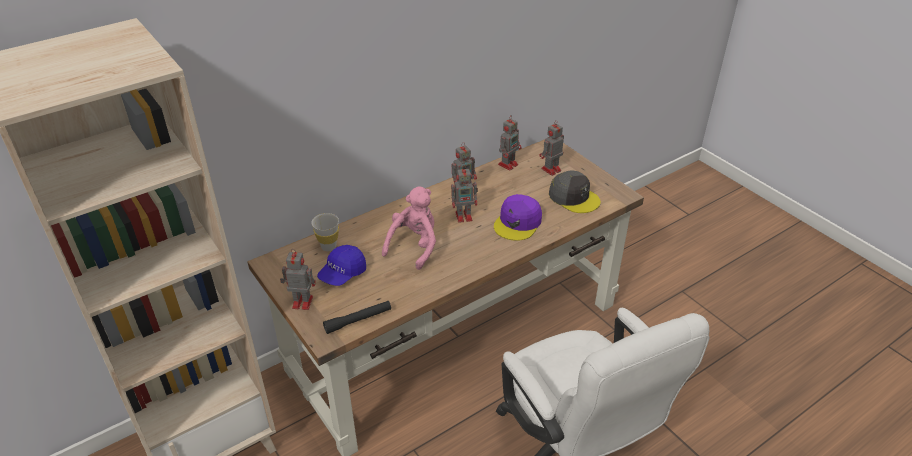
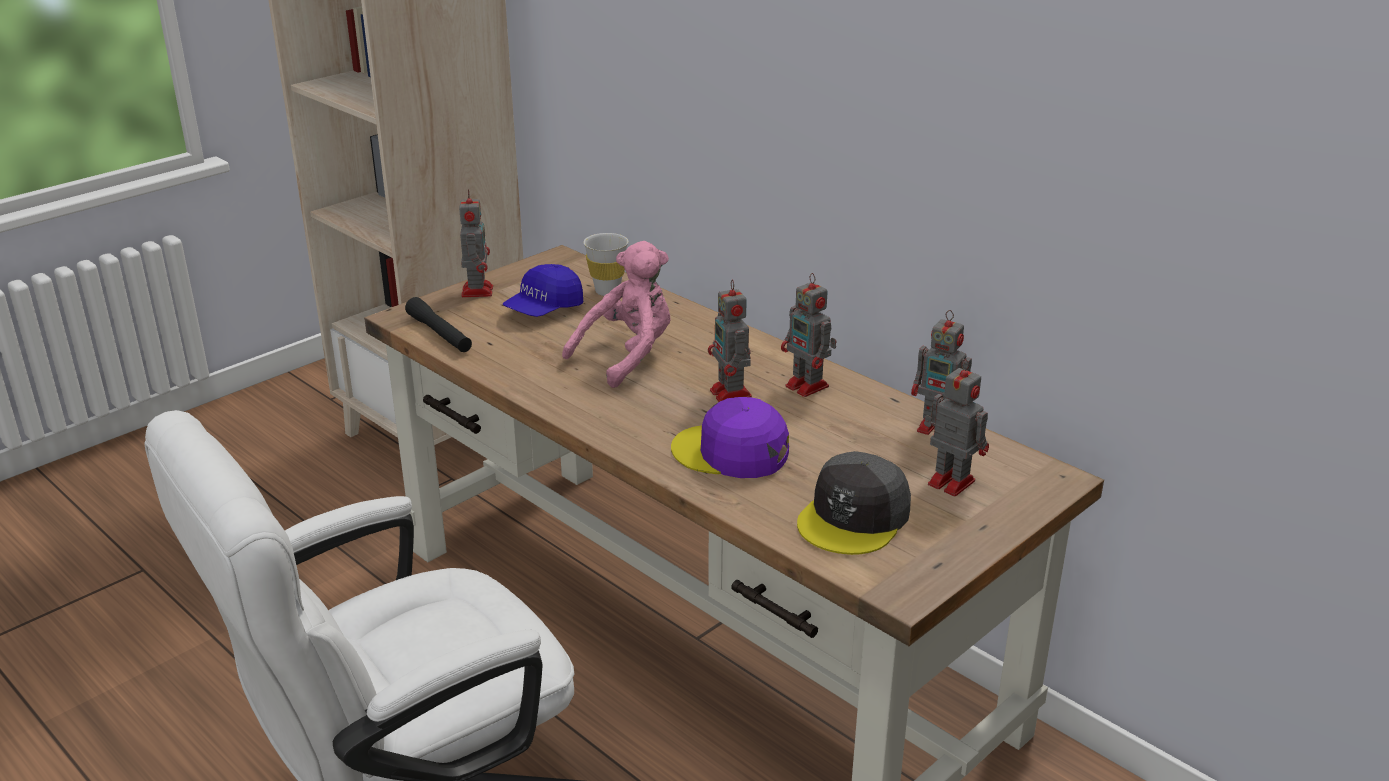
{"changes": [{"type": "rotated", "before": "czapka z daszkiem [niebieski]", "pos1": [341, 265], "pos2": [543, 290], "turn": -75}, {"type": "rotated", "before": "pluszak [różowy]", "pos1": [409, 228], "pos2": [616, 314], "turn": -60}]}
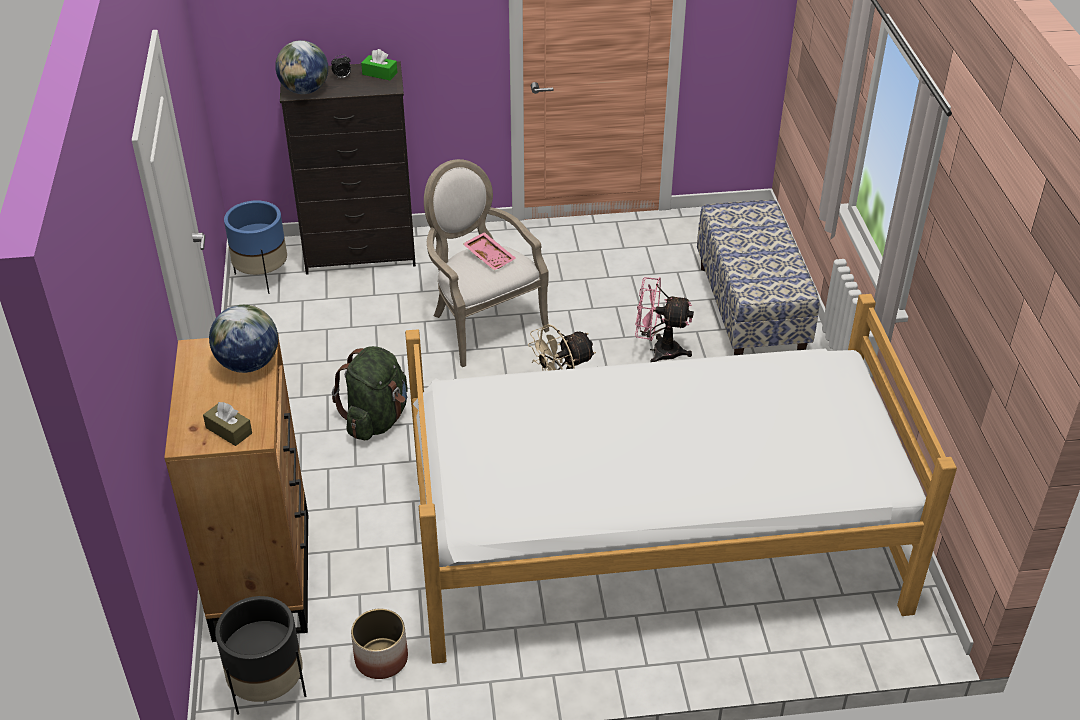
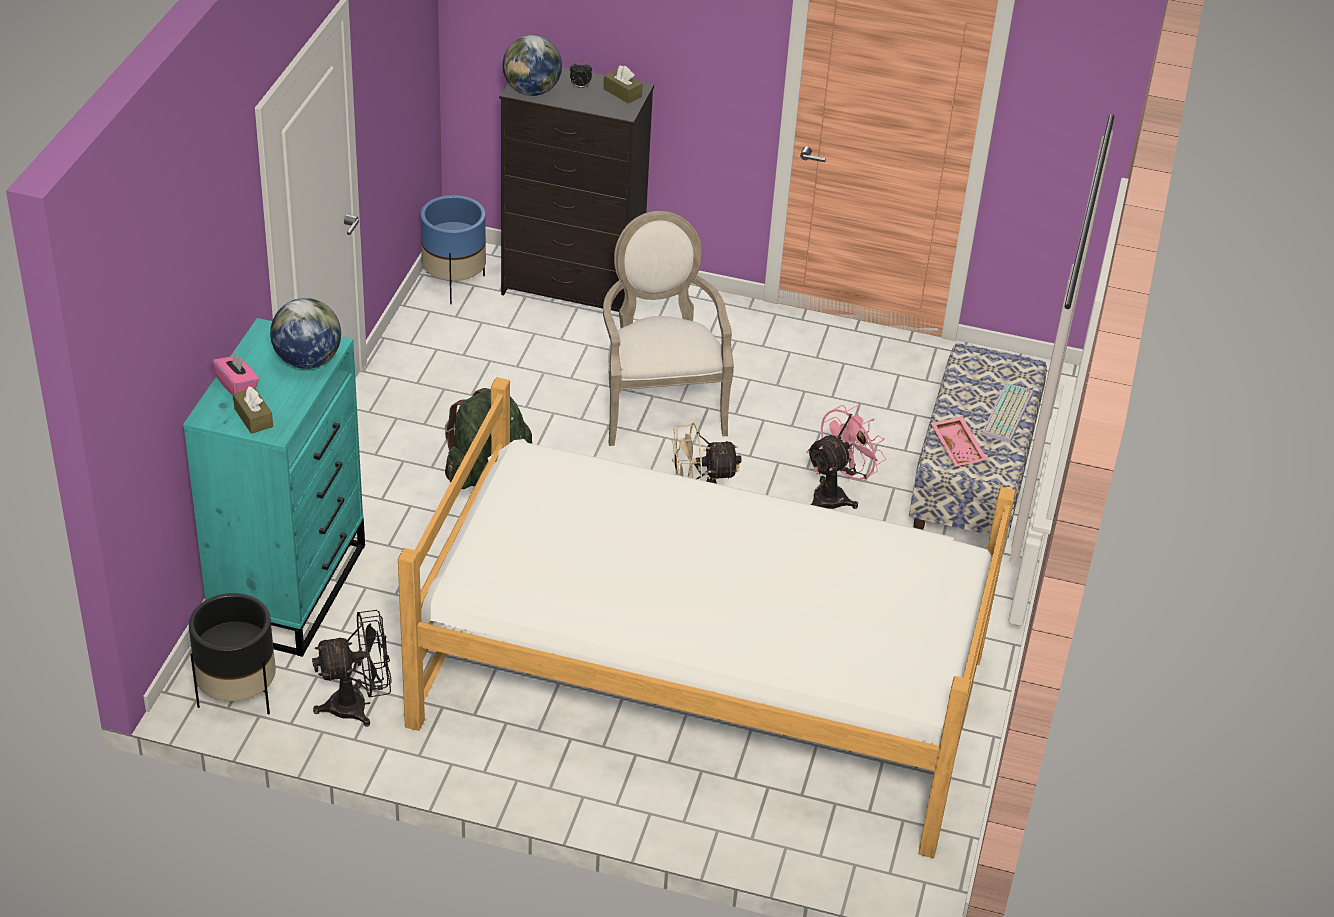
{"changes": [{"type": "repainted", "before": "komoda [brązowy]", "after": "komoda [turkusowy]", "pos1": [236, 489], "pos2": [274, 487]}, {"type": "swapped", "before": "donica", "after": "wentylator [czarny]", "pos1": [379, 643], "pos2": [352, 668]}, {"type": "repainted", "before": "pudełko chusteczek [zielony]", "after": "pudełko chusteczek [brązowy]", "pos1": [379, 64], "pos2": [623, 84]}, {"type": "shifted", "before": "taca [różowy]", "pos1": [489, 251], "pos2": [959, 442]}, {"type": "rotated", "before": "wentylator [różowy]", "pos1": [664, 319], "pos2": [846, 457], "turn": 105}, {"type": "new", "after": "pudełko chusteczek [różowy]", "pos2": [235, 374]}, {"type": "new", "after": "klawiatura", "pos2": [1007, 413]}]}
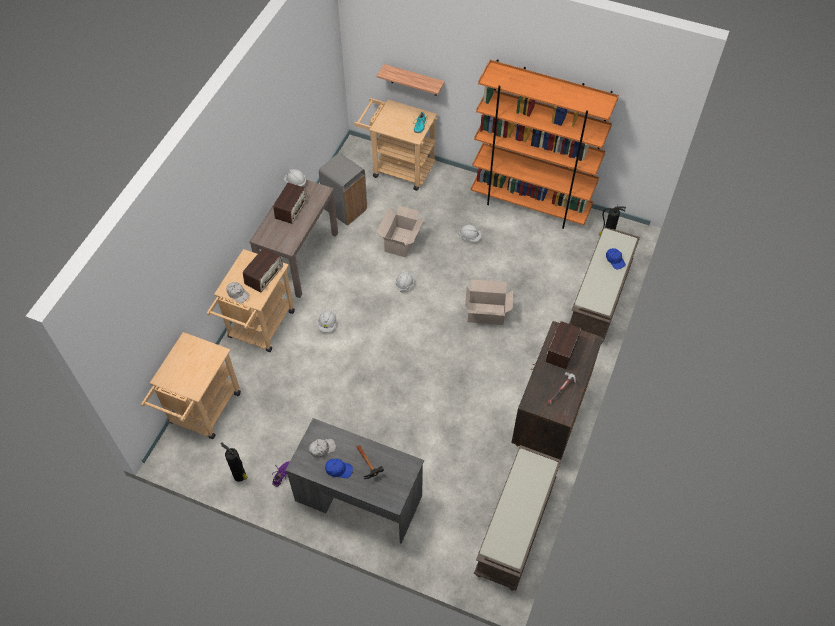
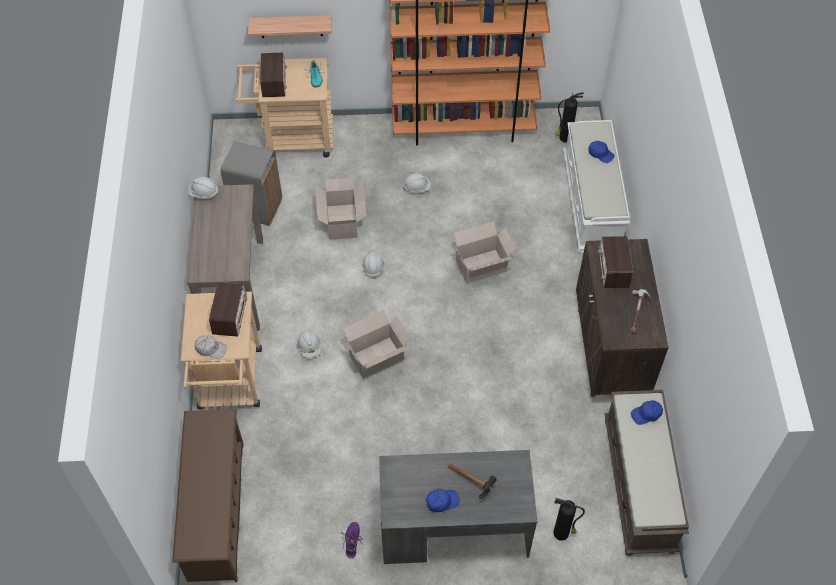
{"changes": [{"type": "swapped", "before": "wózek [beżowy]", "after": "regał na buty [brązowy]", "pos1": [191, 385], "pos2": [207, 495]}, {"type": "shifted", "before": "gaśnica", "pos1": [234, 462], "pos2": [569, 519]}, {"type": "shifted", "before": "radio", "pos1": [290, 203], "pos2": [273, 75]}, {"type": "gone", "before": "czapka z daszkiem [biały]", "pos1": [322, 448]}, {"type": "repainted", "before": "ławka [brązowy]", "after": "ławka [biały]", "pos1": [604, 285], "pos2": [596, 187]}, {"type": "new", "after": "karton", "pos2": [377, 344]}, {"type": "new", "after": "czapka z daszkiem [niebieski]", "pos2": [647, 412]}]}
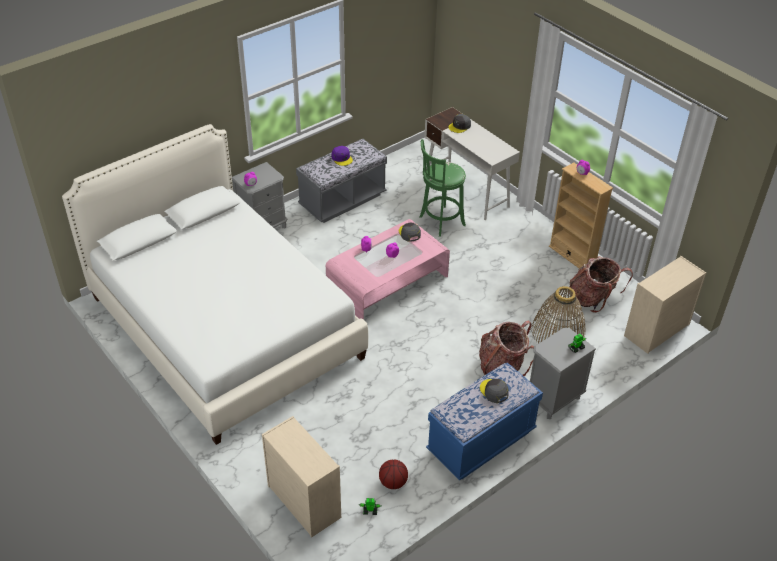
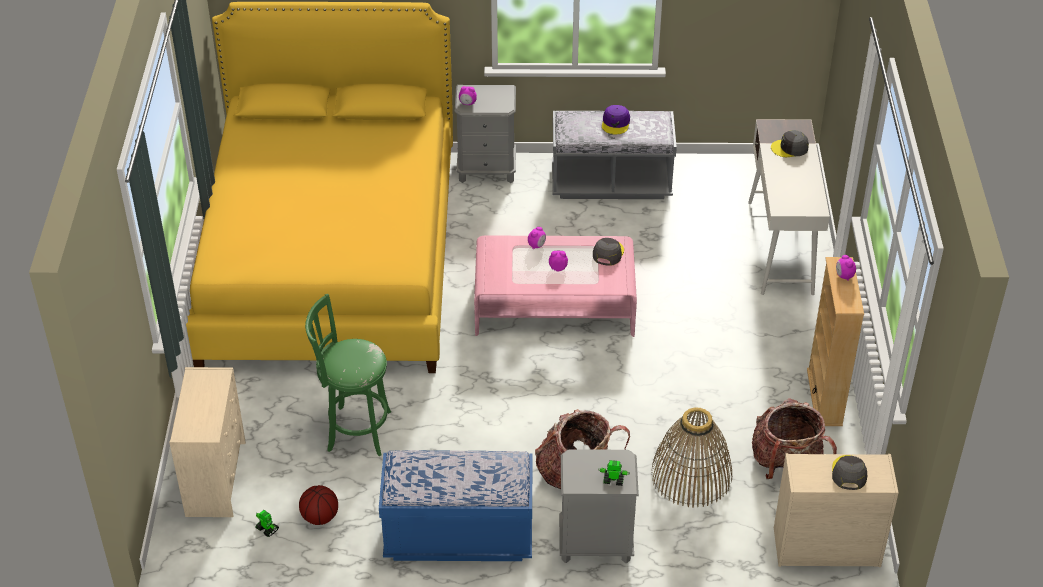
{"changes": [{"type": "repainted", "before": "łóżko [biały]", "after": "łóżko [żółty]", "pos1": [215, 284], "pos2": [319, 187]}, {"type": "shifted", "before": "stołek [zielony]", "pos1": [442, 188], "pos2": [348, 374]}, {"type": "shifted", "before": "czapka z daszkiem [szary]", "pos1": [494, 391], "pos2": [849, 472]}]}
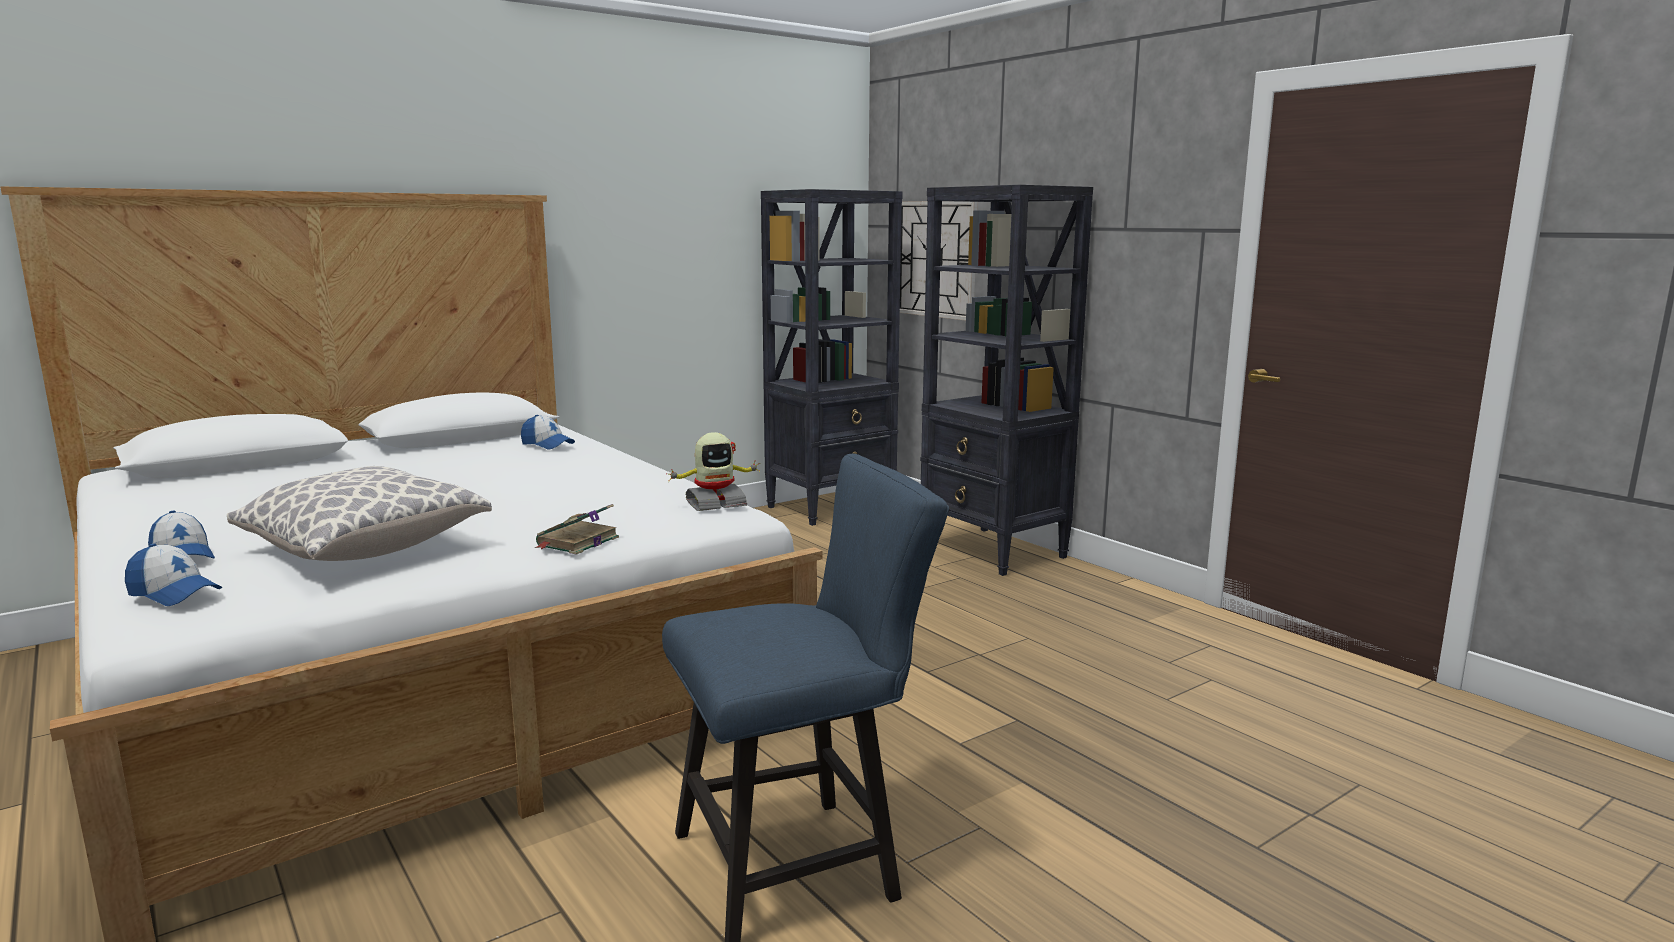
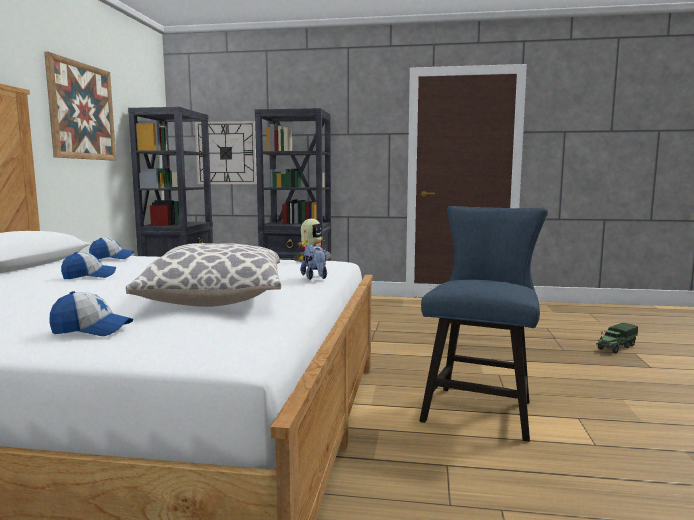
{"changes": [{"type": "shifted", "before": "czapka z daszkiem", "pos1": [173, 575], "pos2": [88, 265]}, {"type": "swapped", "before": "książka", "after": "pluszak", "pos1": [577, 529], "pos2": [313, 262]}, {"type": "new", "after": "obraz", "pos2": [80, 106]}, {"type": "new", "after": "ciężarówka zabawkowa", "pos2": [617, 338]}]}
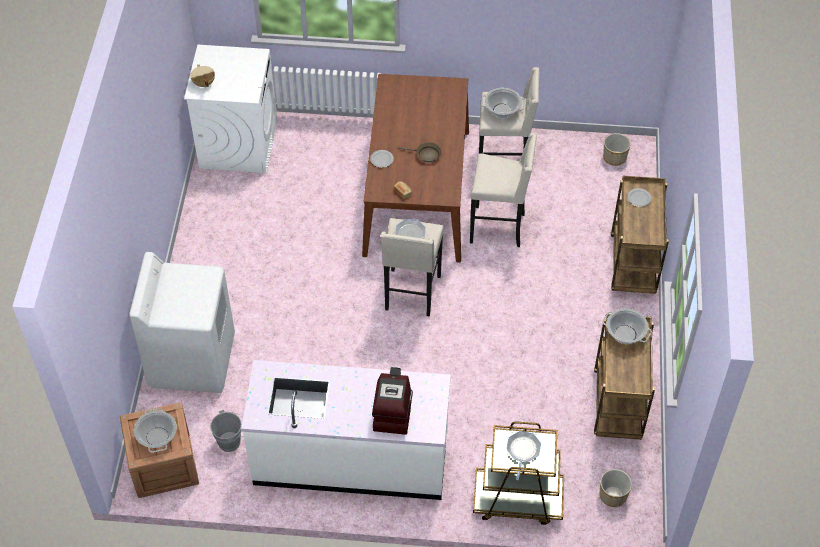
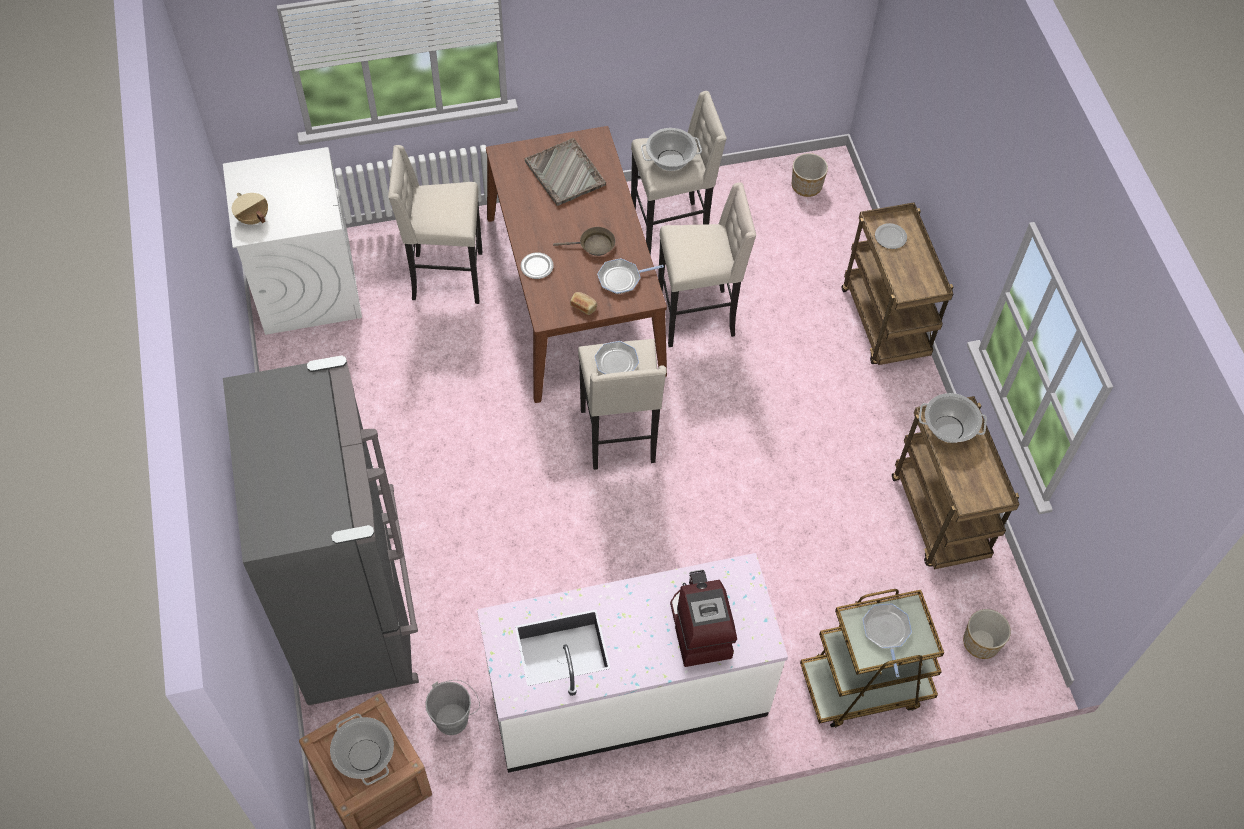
{"changes": [{"type": "swapped", "before": "pralka [biały]", "after": "lodówka [szary]", "pos1": [182, 322], "pos2": [321, 530]}, {"type": "new", "after": "stołek [beżowy]", "pos2": [435, 224]}, {"type": "new", "after": "taca [szary]", "pos2": [565, 172]}, {"type": "new", "after": "patelnia", "pos2": [630, 276]}]}
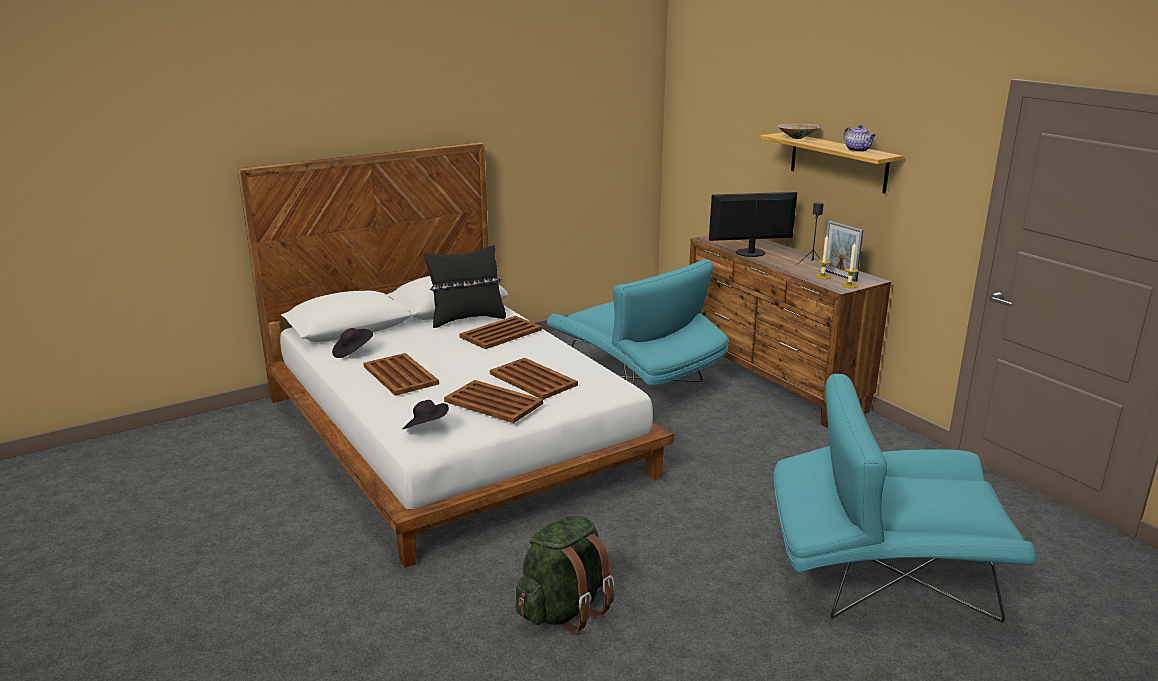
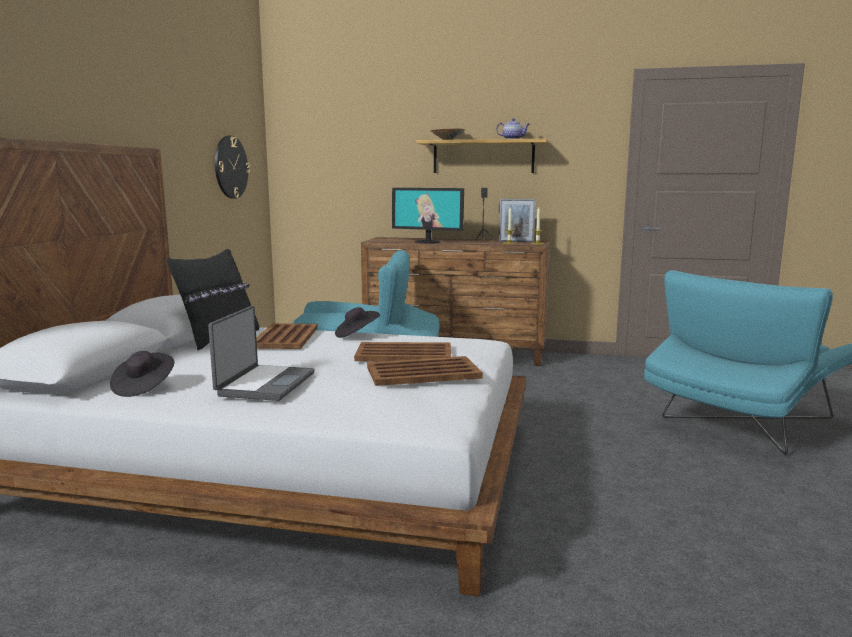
{"changes": [{"type": "swapped", "before": "taca [brązowy]", "after": "laptop", "pos1": [401, 374], "pos2": [261, 353]}, {"type": "shifted", "before": "kapelusz [czarny]", "pos1": [426, 414], "pos2": [357, 322]}, {"type": "gone", "before": "plecak [zielony]", "pos1": [565, 574]}, {"type": "rotated", "before": "monitor", "pos1": [753, 224], "pos2": [428, 215], "turn": -105}, {"type": "new", "after": "zegar ścienny", "pos2": [232, 167]}]}
